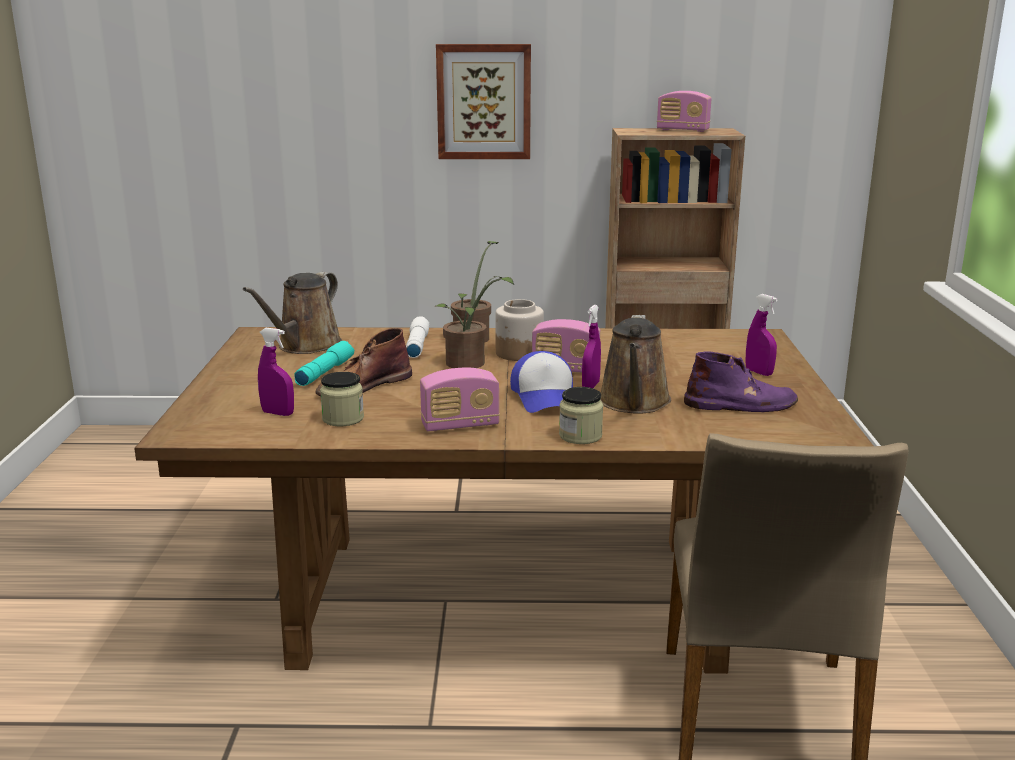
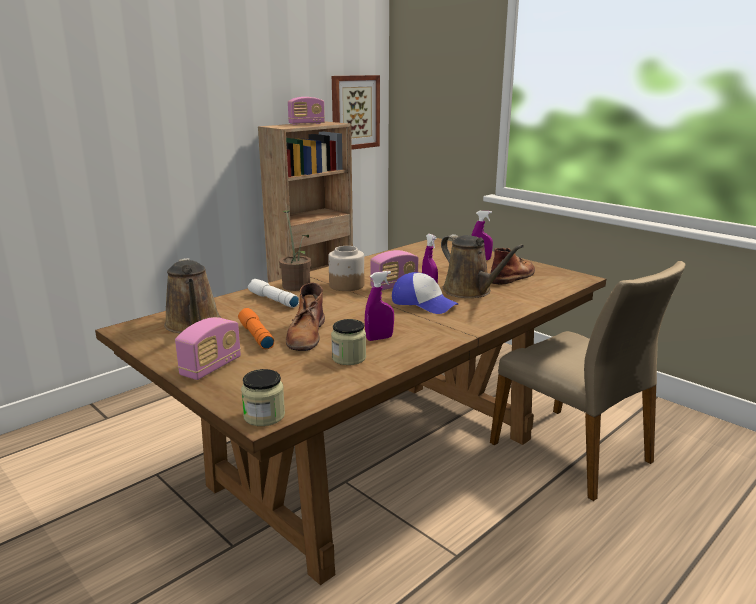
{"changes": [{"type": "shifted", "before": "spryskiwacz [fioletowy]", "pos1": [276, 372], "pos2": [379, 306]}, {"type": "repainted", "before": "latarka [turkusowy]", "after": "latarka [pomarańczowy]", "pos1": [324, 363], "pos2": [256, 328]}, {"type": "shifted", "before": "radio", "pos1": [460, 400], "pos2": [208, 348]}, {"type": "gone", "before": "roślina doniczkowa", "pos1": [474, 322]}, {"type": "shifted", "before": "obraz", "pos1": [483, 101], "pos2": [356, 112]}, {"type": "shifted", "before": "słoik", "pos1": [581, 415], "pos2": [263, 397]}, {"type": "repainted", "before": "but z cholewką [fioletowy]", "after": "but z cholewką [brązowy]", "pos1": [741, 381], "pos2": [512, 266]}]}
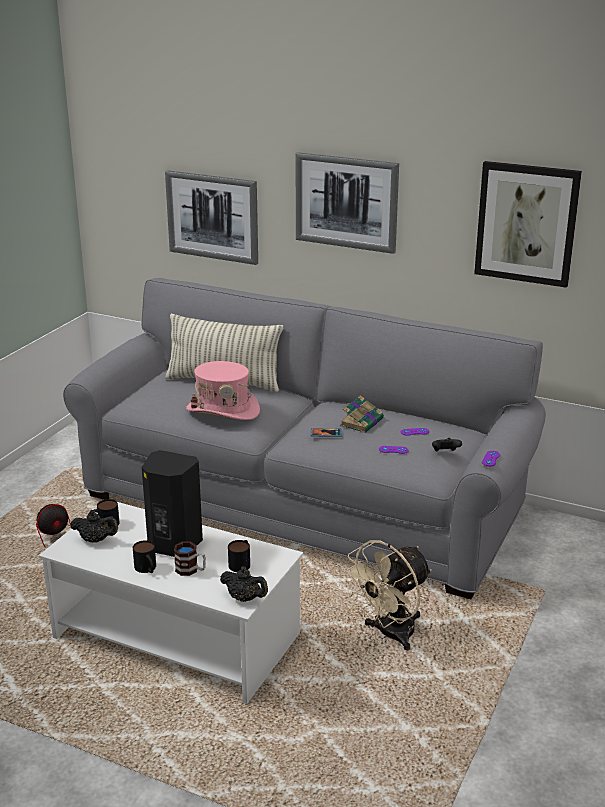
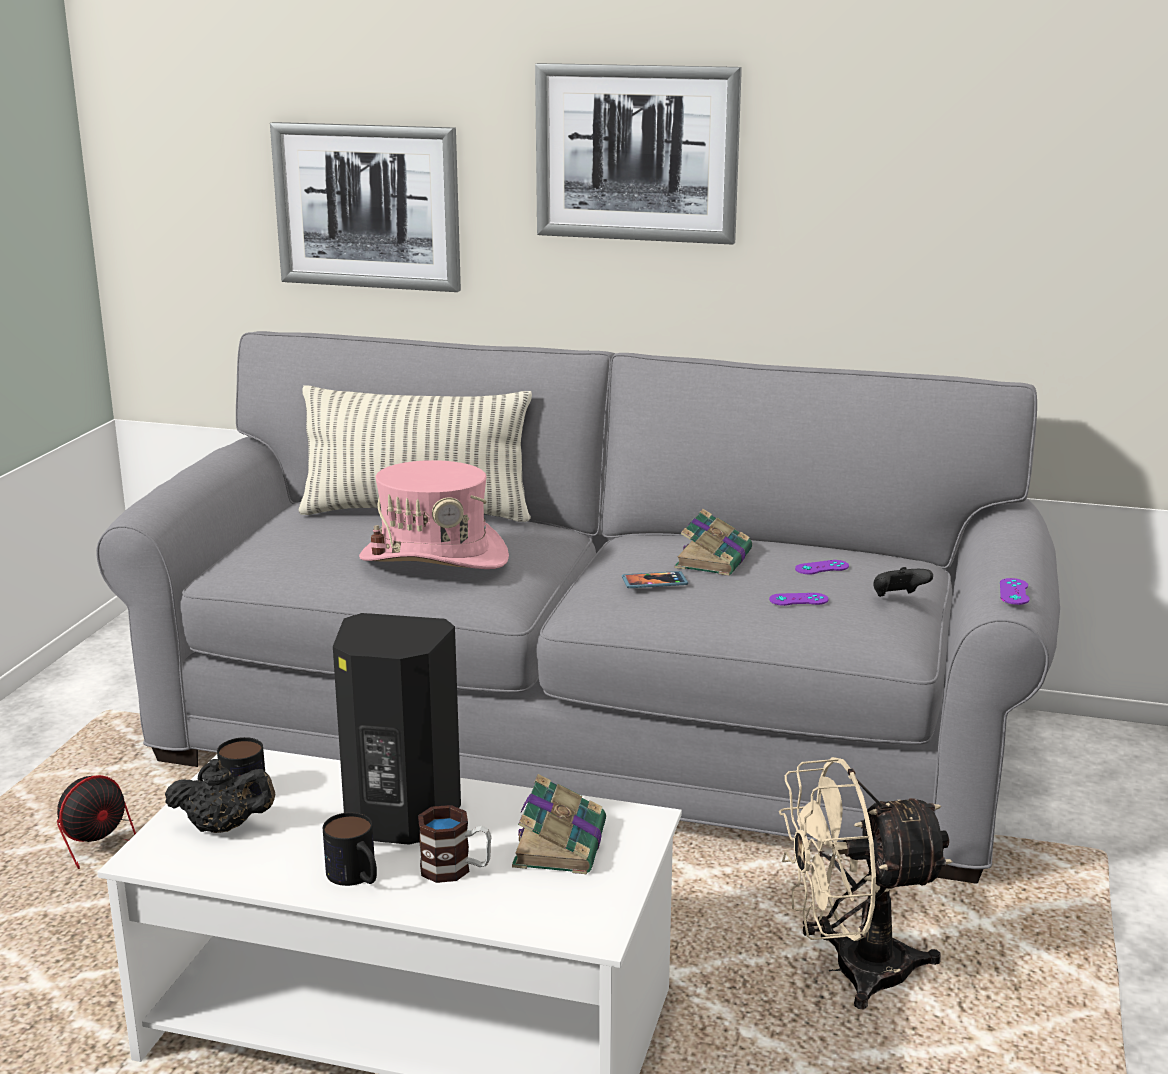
{"changes": [{"type": "gone", "before": "imbryk [czarny]", "pos1": [244, 584]}, {"type": "swapped", "before": "kubek", "after": "książka", "pos1": [239, 556], "pos2": [559, 824]}, {"type": "rotated", "before": "wentylator [beżowy]", "pos1": [387, 595], "pos2": [865, 883], "turn": 45}, {"type": "gone", "before": "obraz", "pos1": [528, 224]}]}
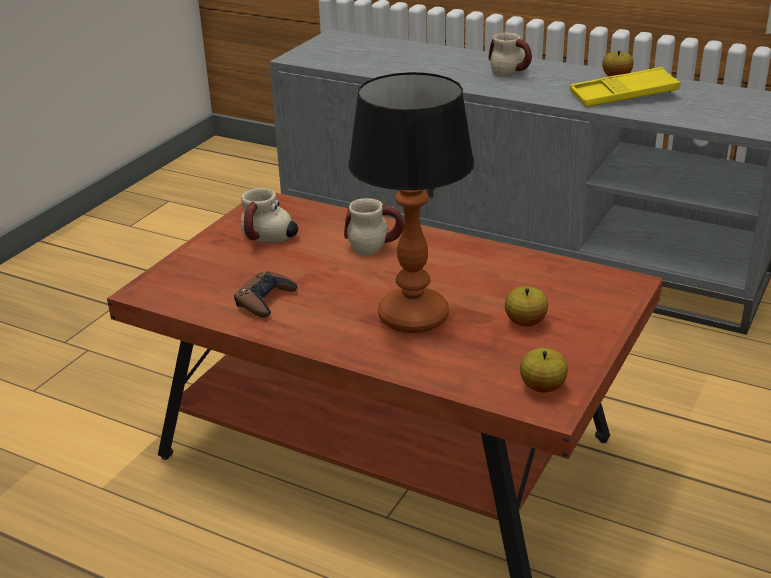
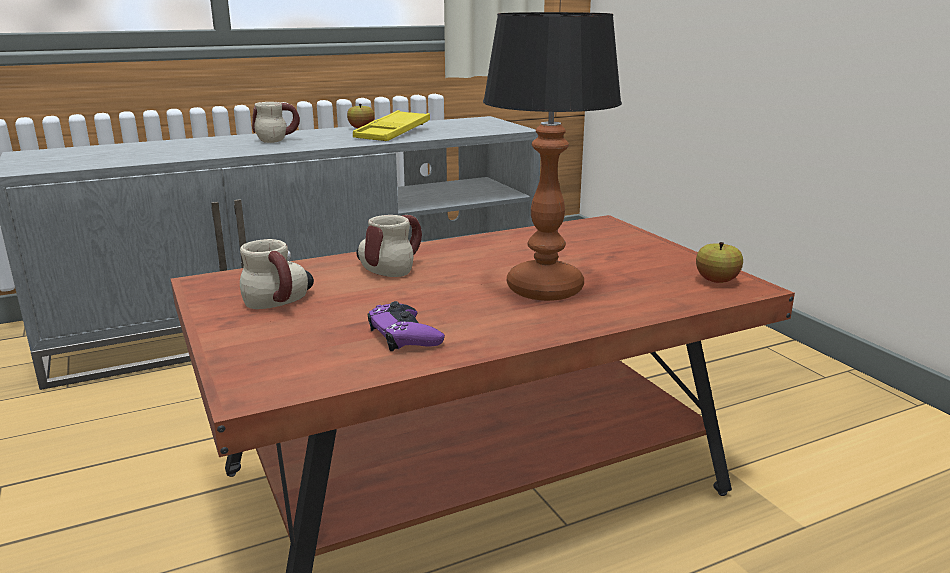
{"changes": [{"type": "repainted", "before": "pad do gier [brązowy]", "after": "pad do gier [fioletowy]", "pos1": [265, 294], "pos2": [406, 326]}, {"type": "gone", "before": "jabłko", "pos1": [526, 306]}]}
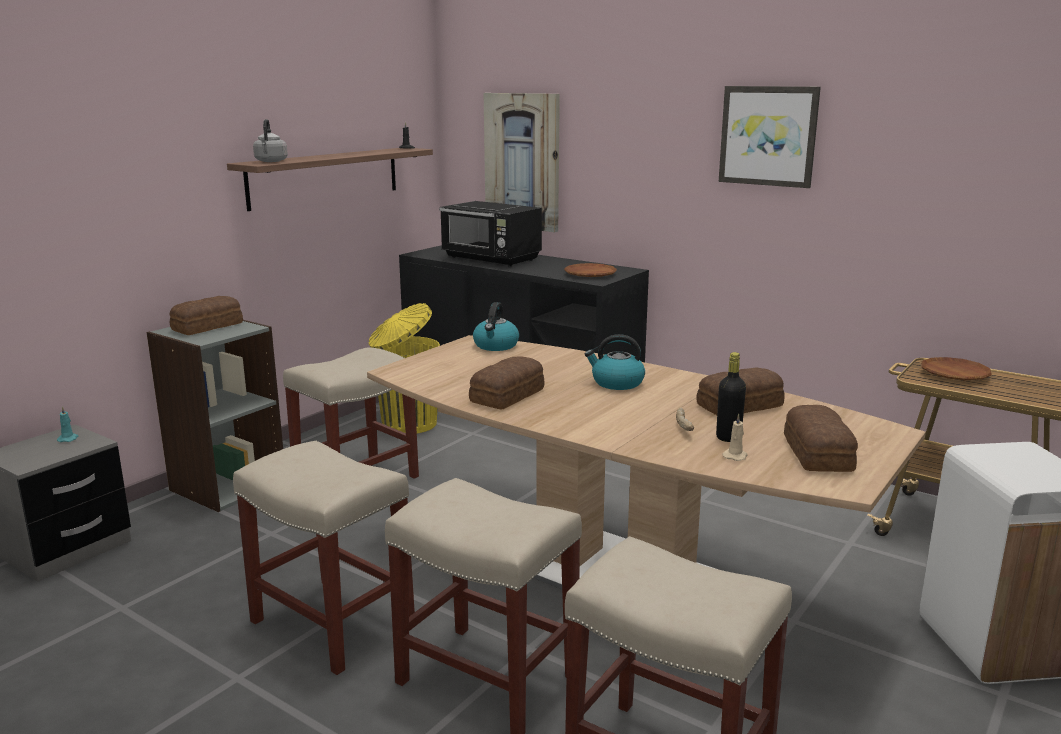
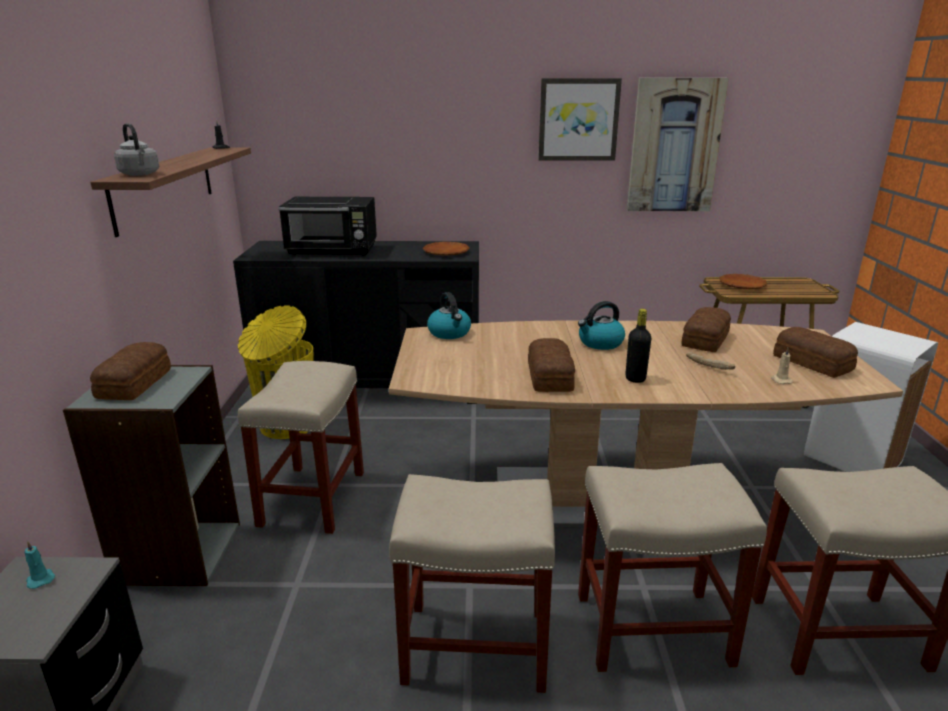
{"changes": [{"type": "shifted", "before": "obraz", "pos1": [522, 162], "pos2": [678, 144]}, {"type": "shifted", "before": "butelka [czarny]", "pos1": [731, 397], "pos2": [638, 346]}]}
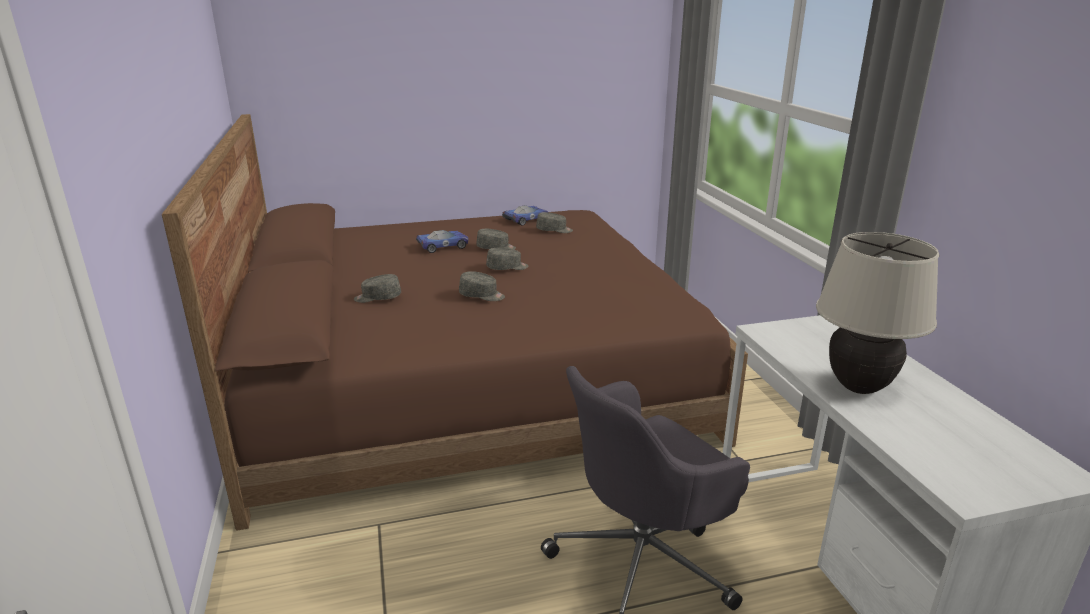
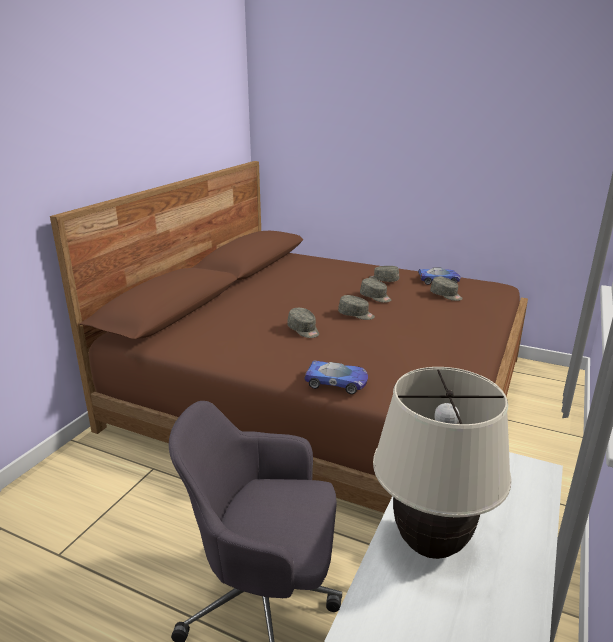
{"changes": [{"type": "shifted", "before": "czapka z daszkiem [szary]", "pos1": [377, 288], "pos2": [384, 274]}, {"type": "shifted", "before": "samochodzik", "pos1": [442, 241], "pos2": [336, 377]}]}
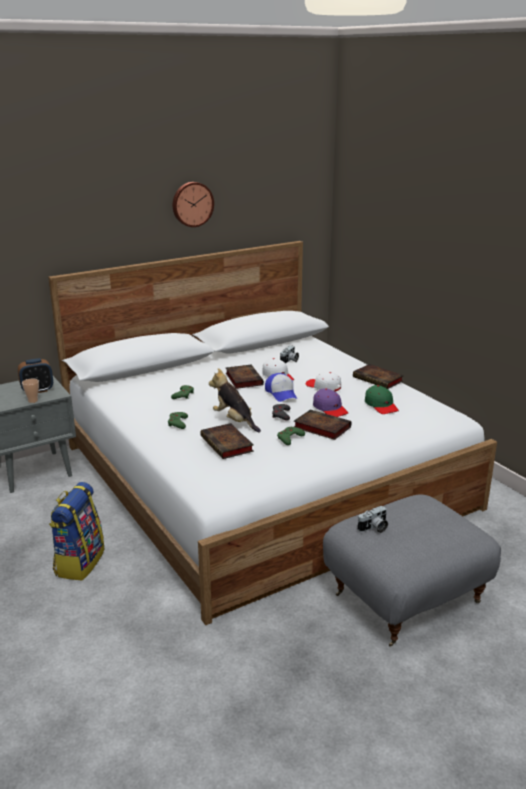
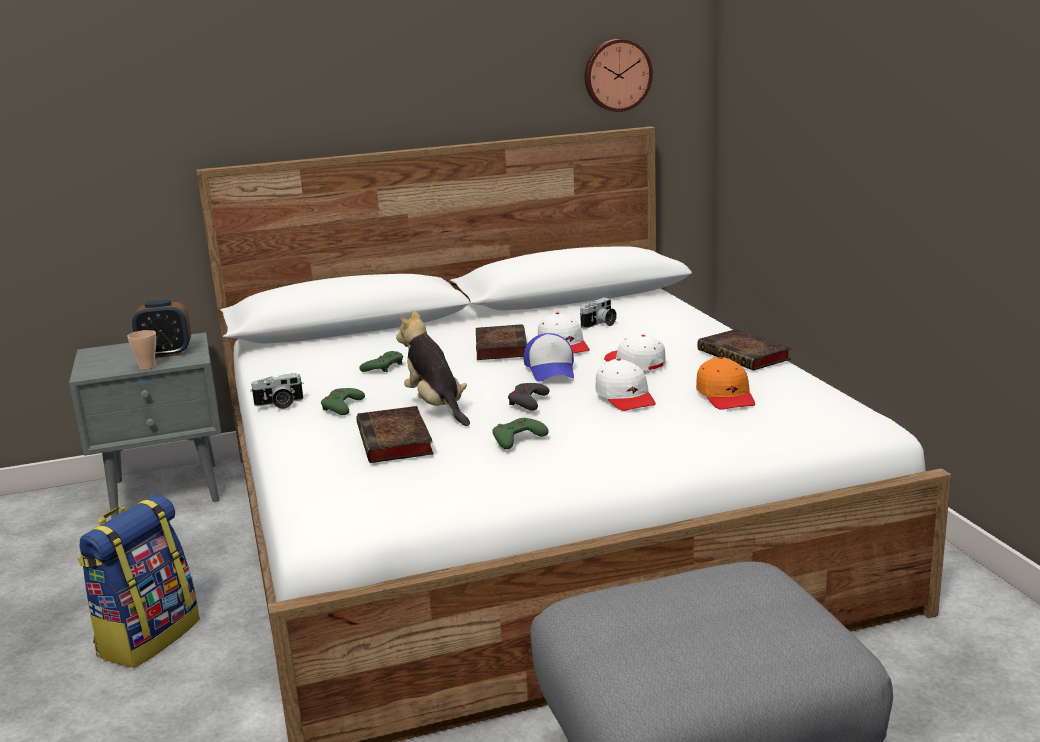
{"changes": [{"type": "shifted", "before": "zegar ścienny", "pos1": [193, 204], "pos2": [618, 75]}, {"type": "gone", "before": "książka", "pos1": [322, 424]}, {"type": "repainted", "before": "czapka z daszkiem [fioletowy]", "after": "czapka z daszkiem [biały]", "pos1": [330, 402], "pos2": [626, 385]}, {"type": "shifted", "before": "aparat fotograficzny", "pos1": [373, 519], "pos2": [277, 391]}, {"type": "repainted", "before": "czapka z daszkiem [zielony]", "after": "czapka z daszkiem [pomarańczowy]", "pos1": [382, 399], "pos2": [725, 383]}]}
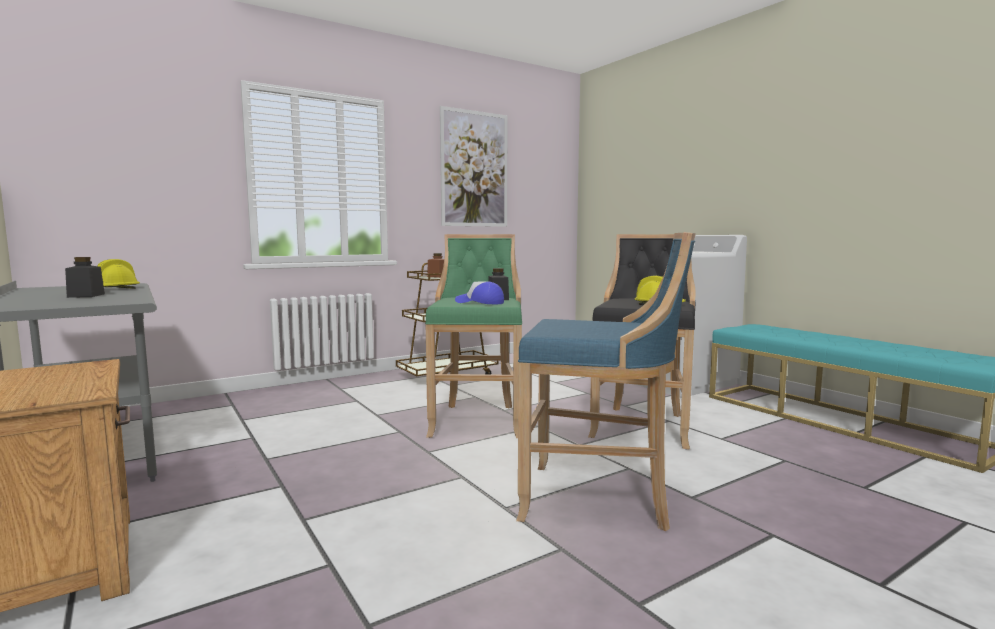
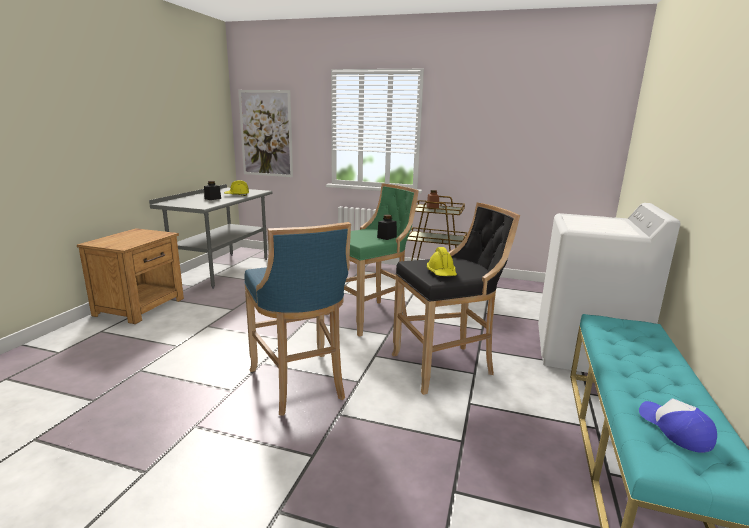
{"changes": [{"type": "shifted", "before": "obraz", "pos1": [473, 166], "pos2": [265, 133]}, {"type": "shifted", "before": "czapka z daszkiem", "pos1": [479, 292], "pos2": [678, 426]}]}
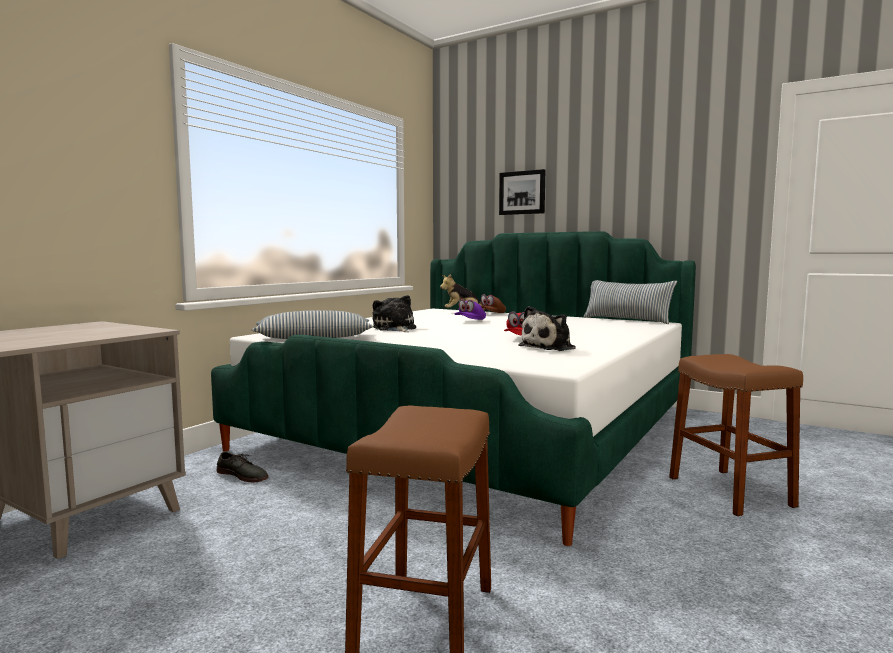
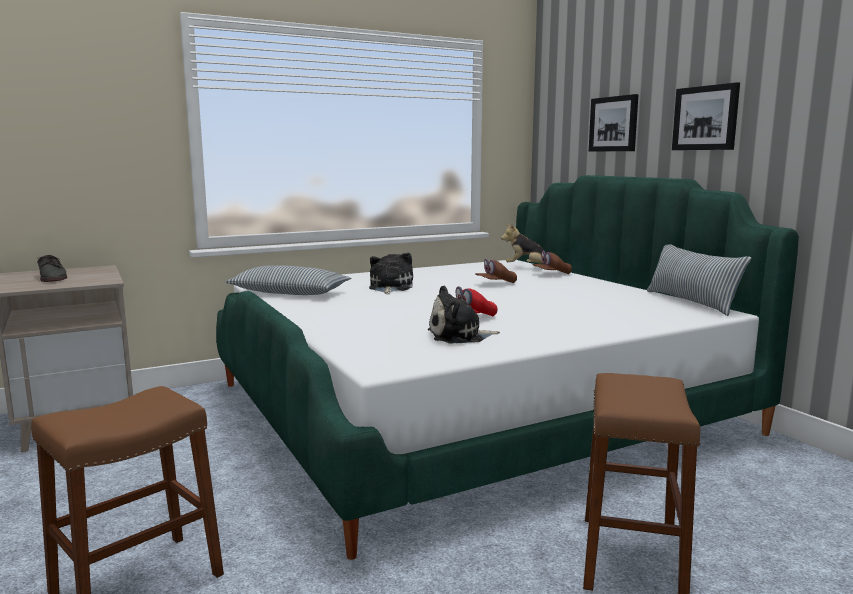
{"changes": [{"type": "shifted", "before": "but [szary]", "pos1": [242, 467], "pos2": [52, 268]}, {"type": "repainted", "before": "czapka z daszkiem [fioletowy]", "after": "czapka z daszkiem [brązowy]", "pos1": [470, 309], "pos2": [496, 270]}, {"type": "new", "after": "obraz", "pos2": [706, 116]}]}
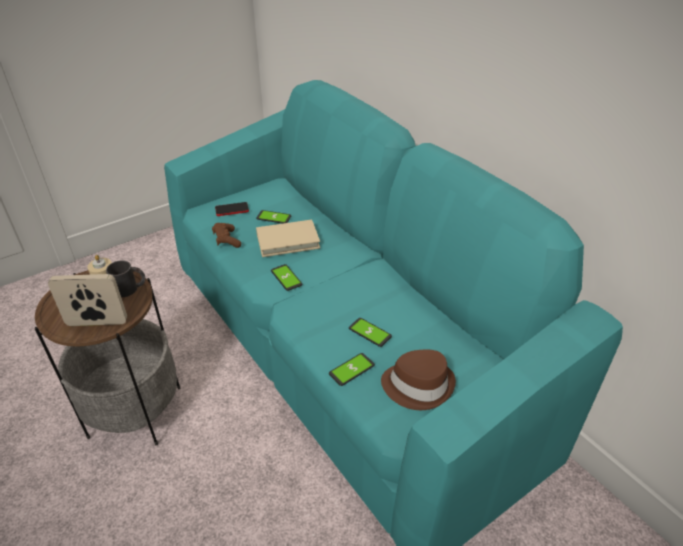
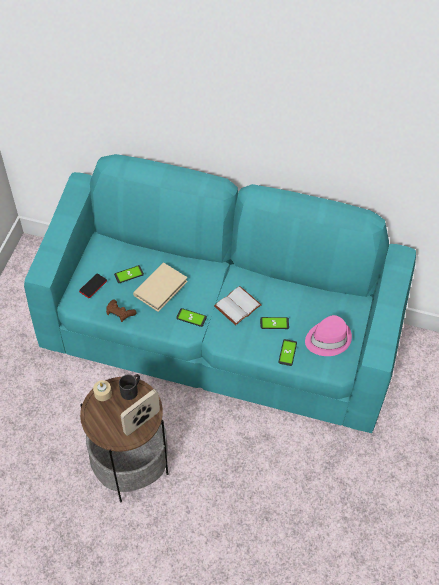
{"changes": [{"type": "repainted", "before": "kapelusz [brązowy]", "after": "kapelusz [różowy]", "pos1": [418, 380], "pos2": [328, 335]}, {"type": "new", "after": "książka [biały]", "pos2": [237, 305]}]}
